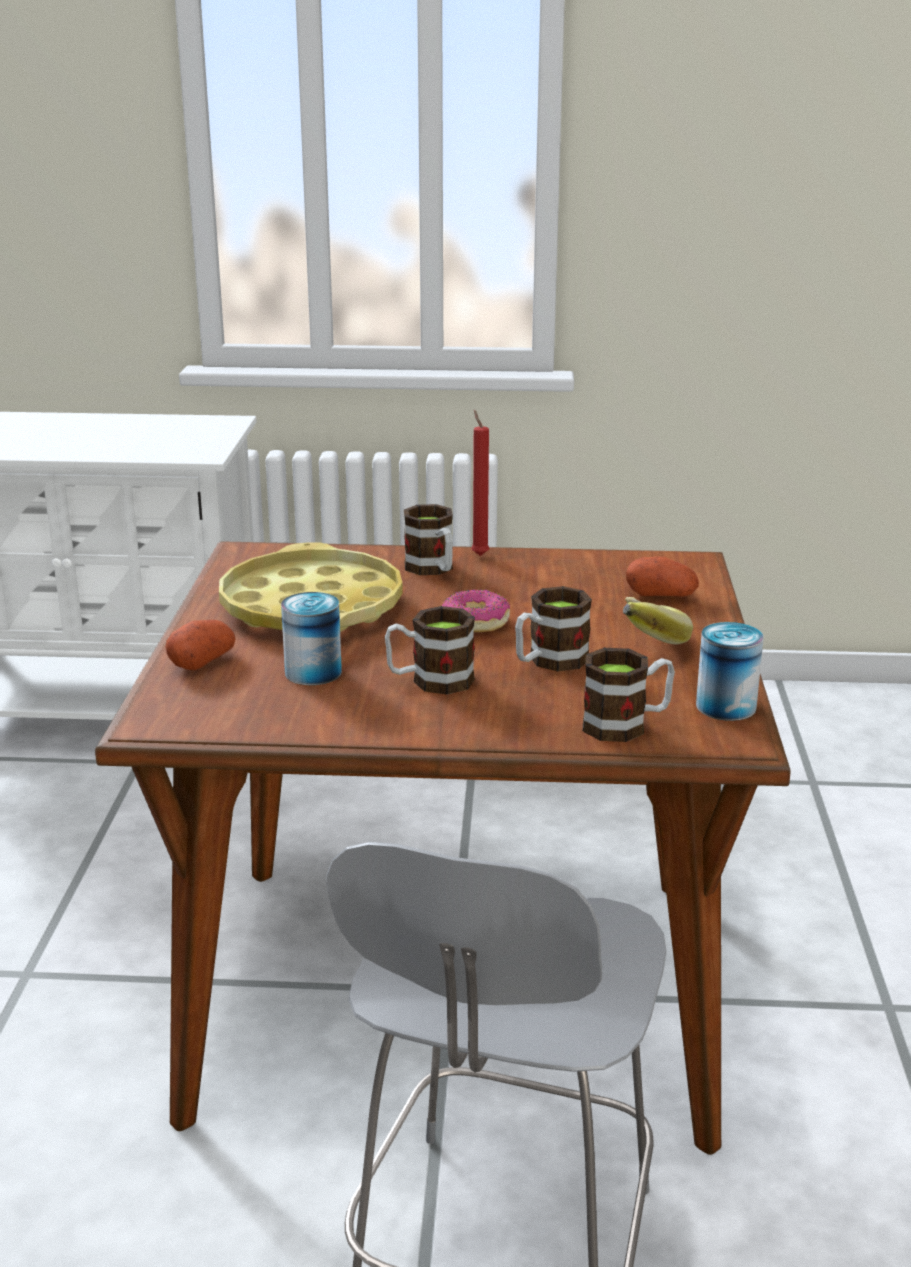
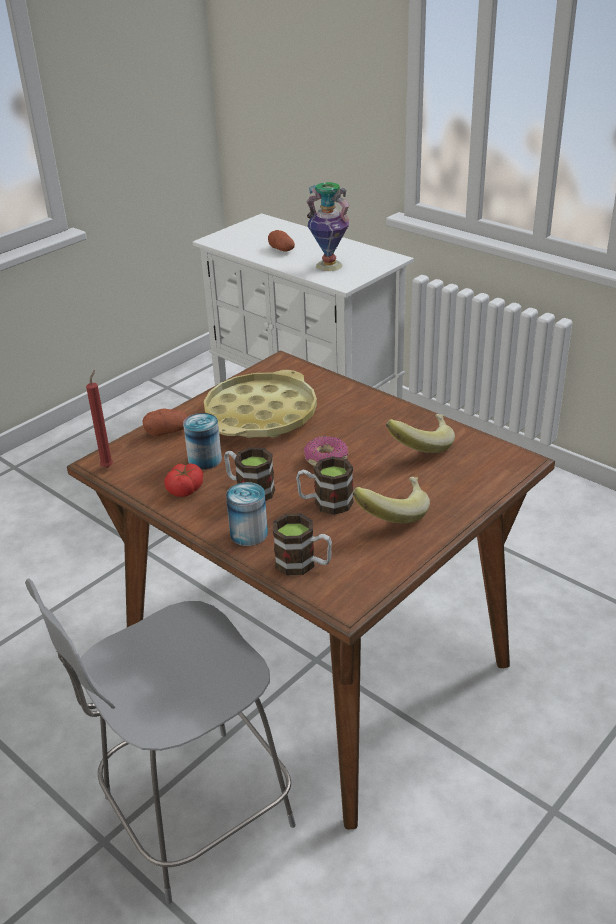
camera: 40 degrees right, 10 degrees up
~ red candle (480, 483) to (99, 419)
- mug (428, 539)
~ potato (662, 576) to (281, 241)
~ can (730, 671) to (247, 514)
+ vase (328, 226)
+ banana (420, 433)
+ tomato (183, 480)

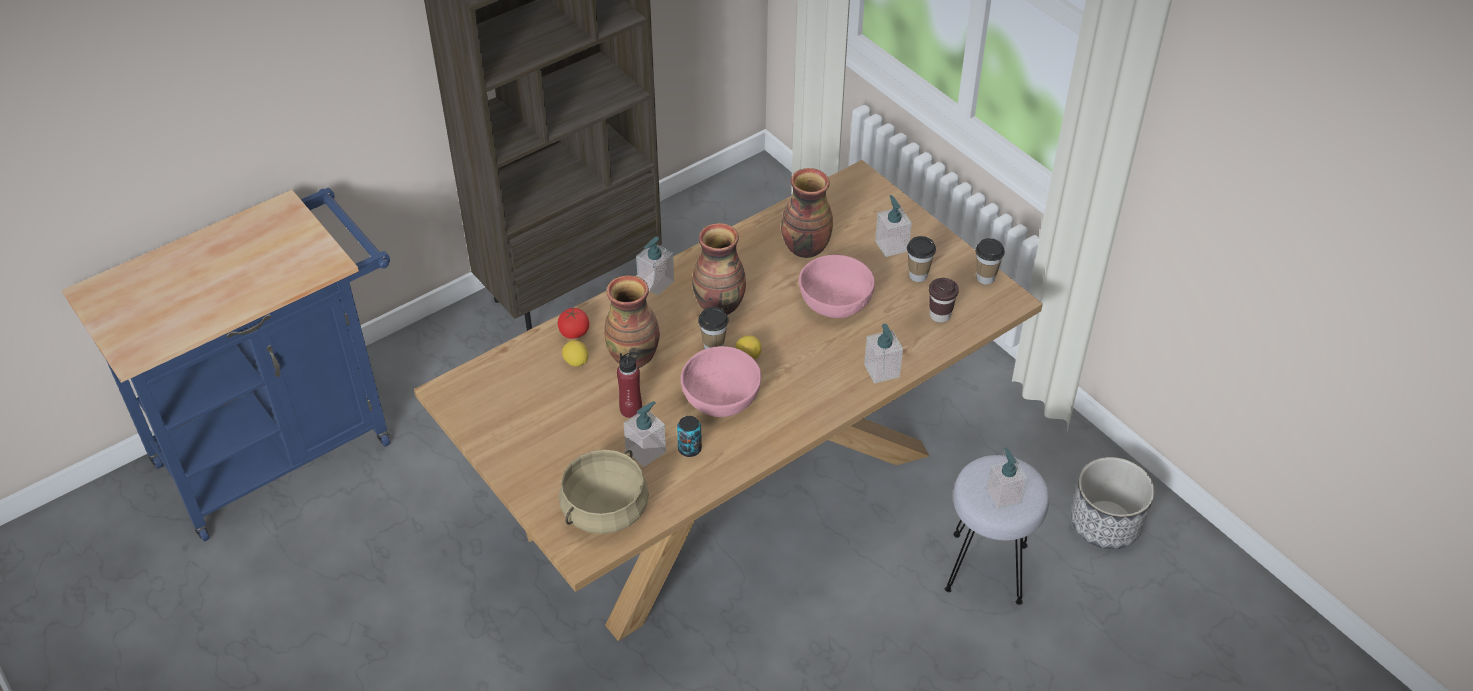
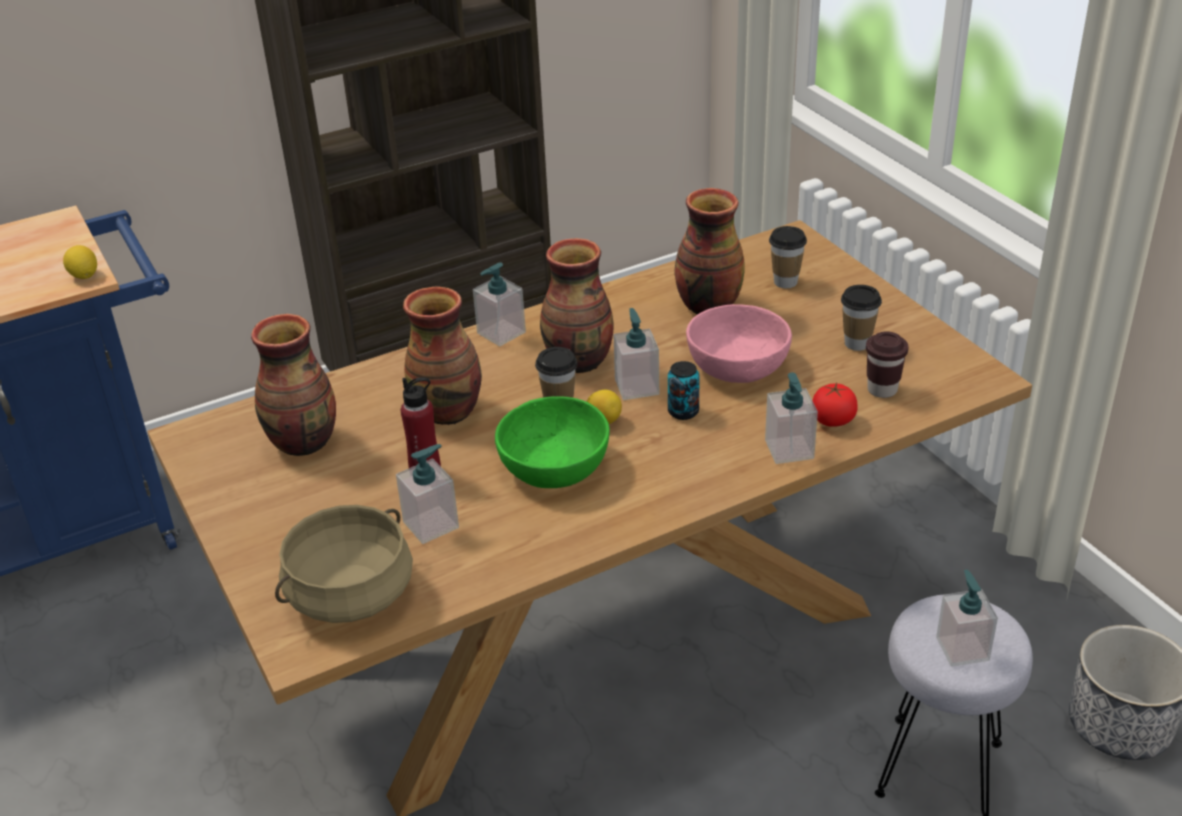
camera: 10 degrees right, 10 degrees down
~ soap dispenser (893, 226) to (636, 354)
~ cup (990, 261) to (788, 257)
~ tomato (573, 323) to (835, 405)
~ lemon (575, 353) to (80, 262)
~ pink bowl (721, 381) to green bowl (552, 442)
~ can (689, 436) to (684, 390)
+ vase (293, 385)

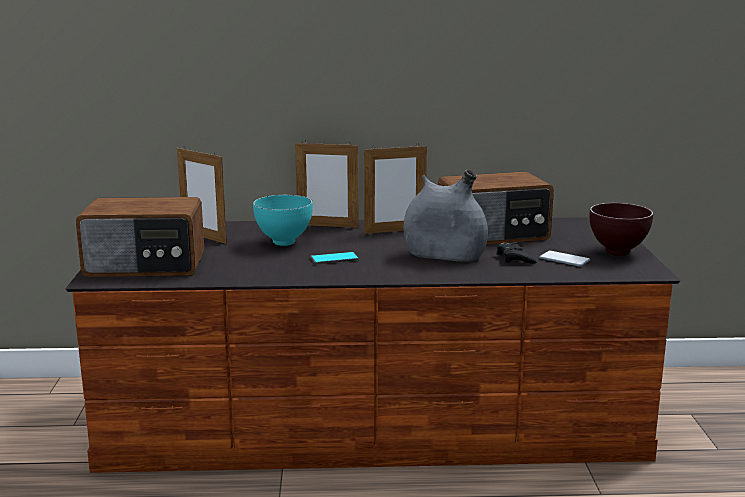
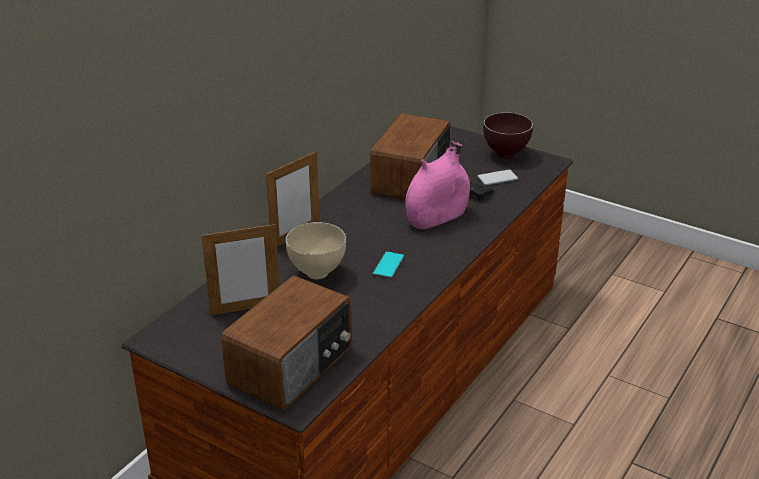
camera: 55 degrees left, 15 degrees up
- picture frame (395, 188)
~ grey vase (445, 216) to pink vase (437, 185)
~ turquoise bowl (283, 220) to beige bowl (316, 250)

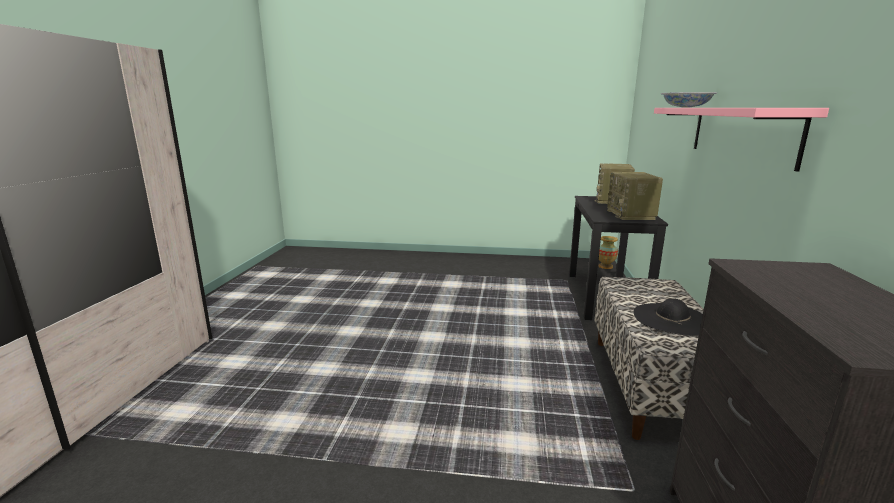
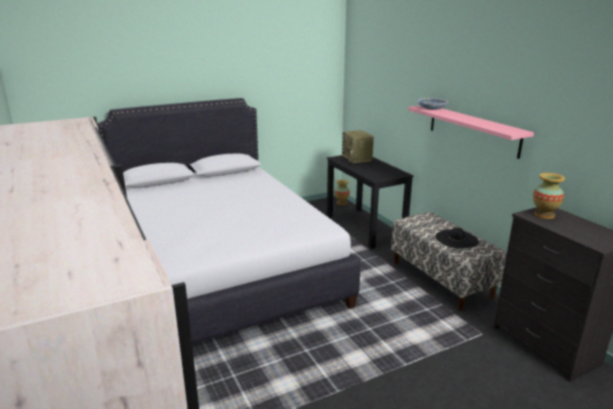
camera: 35 degrees left, 5 degrees up
- radio (635, 196)
+ white bed (228, 221)
+ vase (549, 196)

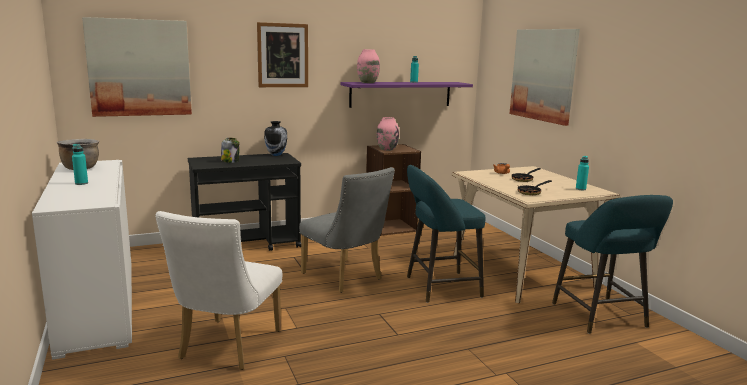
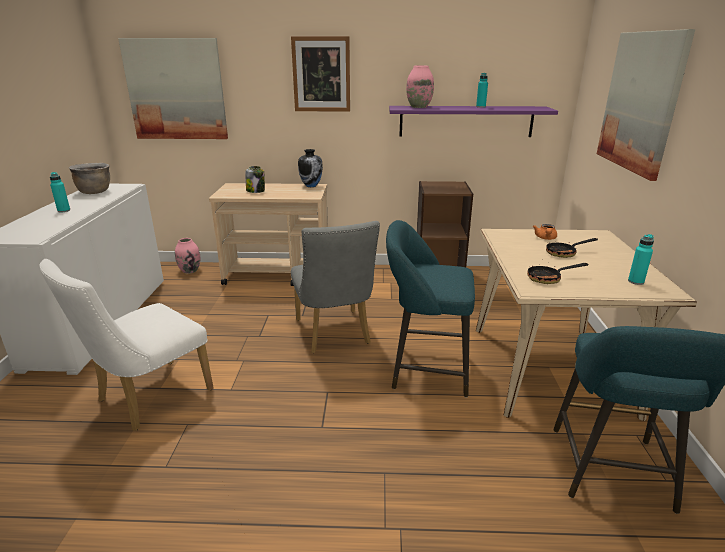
camera: 25 degrees right, 10 degrees up
~ pink vase (388, 134) to (187, 256)
~ black cart (244, 202) to beige cart (268, 234)

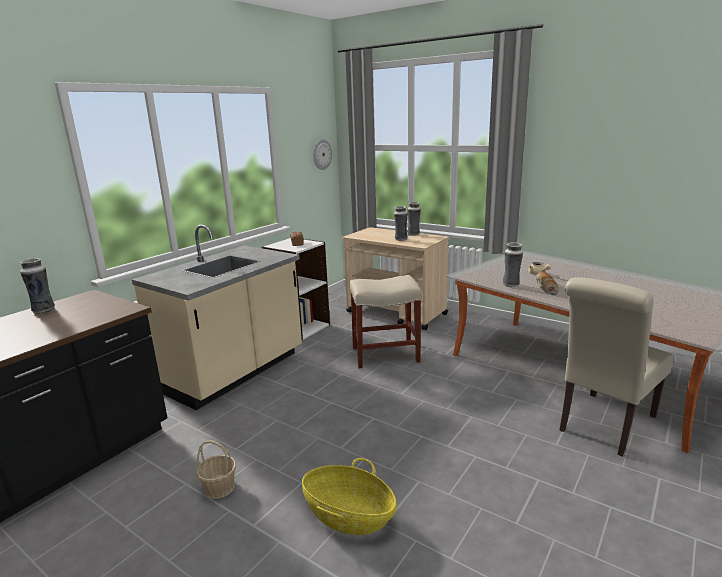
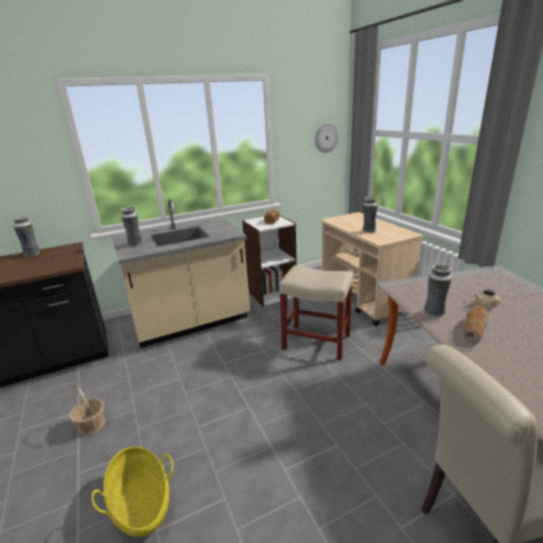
camera: 30 degrees right, 5 degrees up
~ vase (414, 219) to (131, 226)

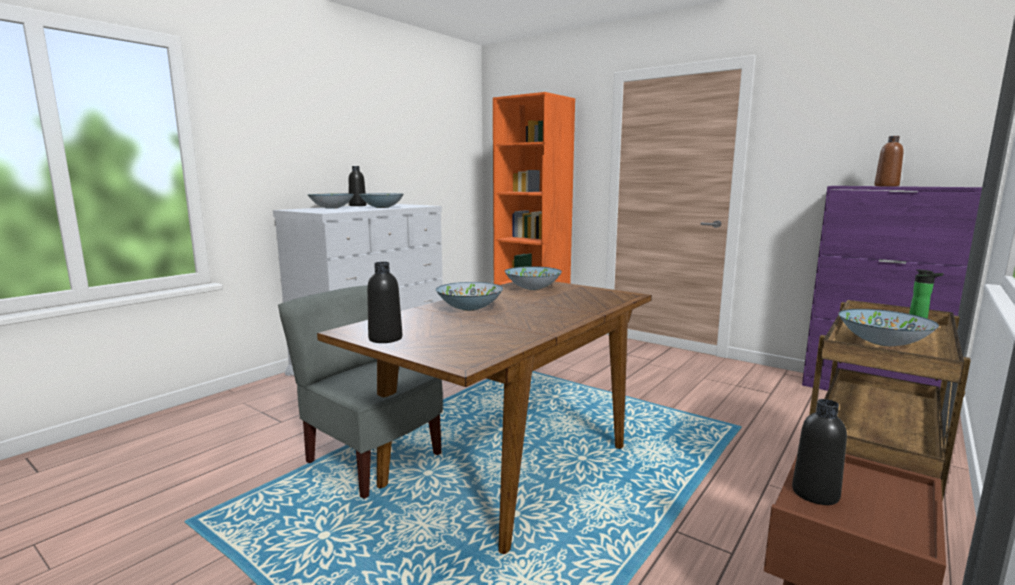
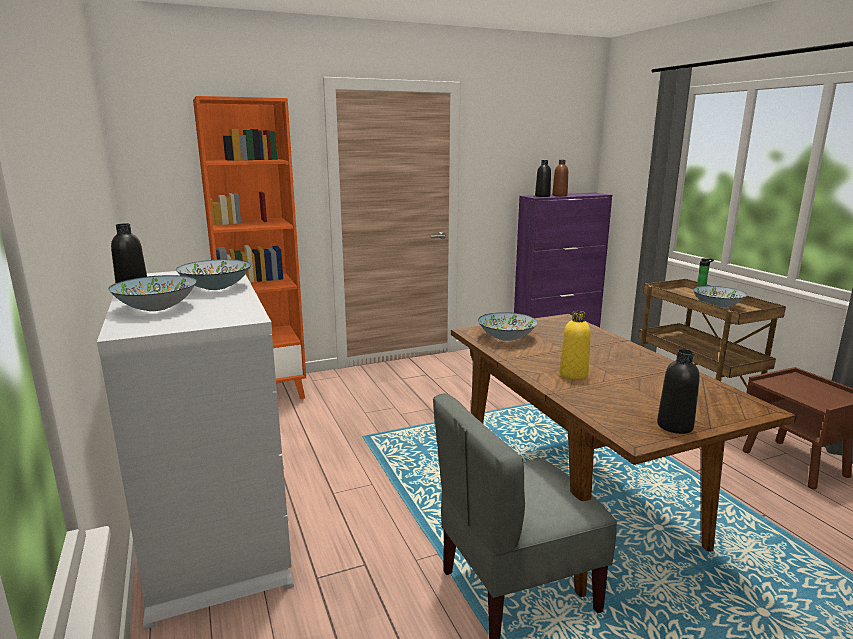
camera: 60 degrees left, 5 degrees up
~ bowl (469, 296) to yellow bottle (575, 345)
~ black bottle (819, 452) to (543, 178)

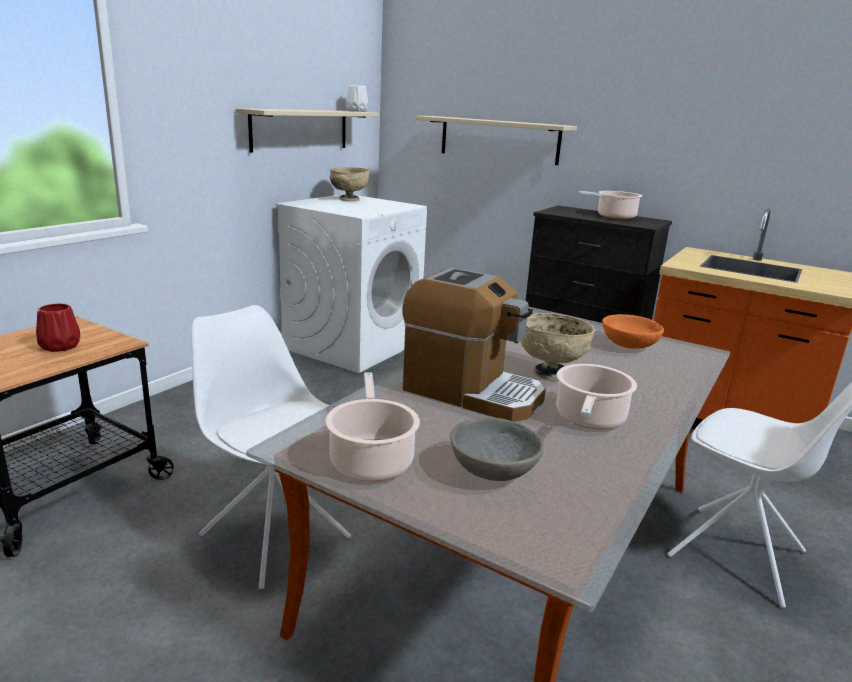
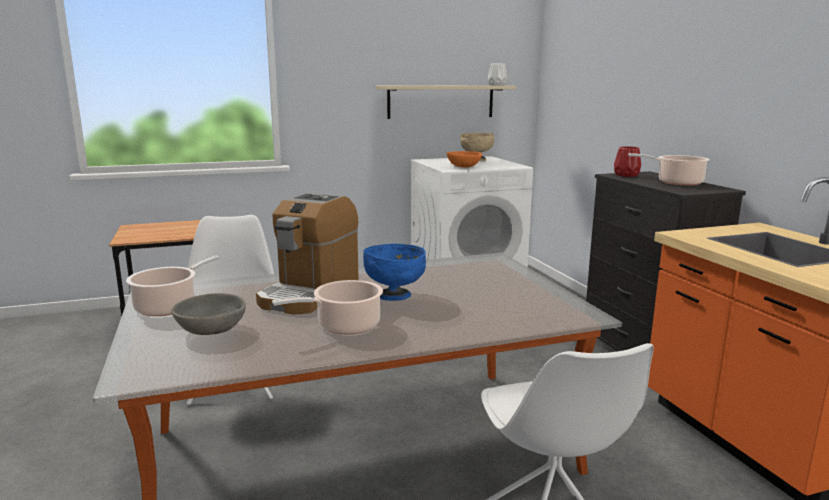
camera: 40 degrees right, 5 degrees down
- beige shelf (496, 140)
~ coffee machine (474, 344) = (307, 254) 45 degrees clockwise
~ red vase (58, 328) to (627, 161)
~ beige bowl (557, 346) to blue bowl (394, 272)
~ orange bowl (633, 331) to (464, 159)

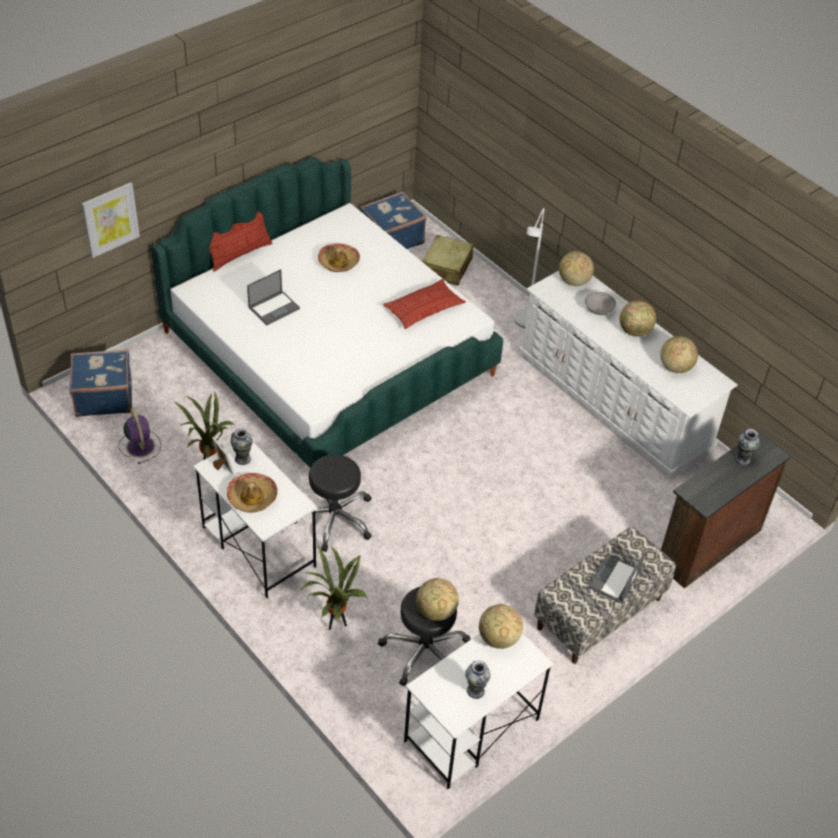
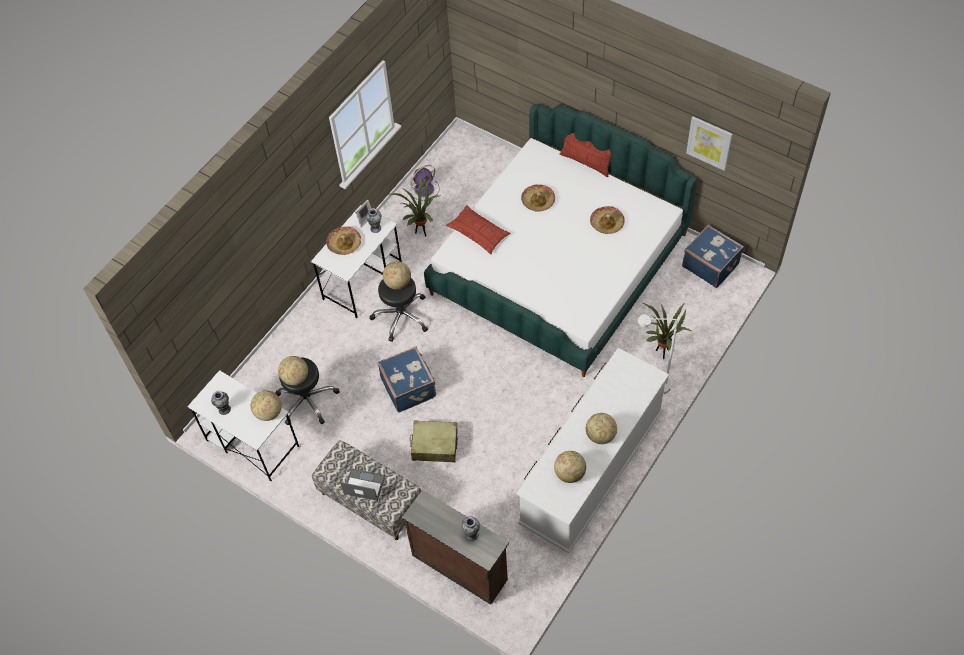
camera: 80 degrees right, 10 degrees up
~ picture (111, 220) to (709, 144)
~ beige suitcase (448, 260) to (434, 441)
~ globe (576, 268) to (397, 275)
~ laptop (273, 297) to hat (538, 198)
~ pillow (424, 304) to (478, 229)
- grey bowl (600, 303)
~ blue suitcase (101, 383) to (407, 380)
~ potted plant (334, 587) to (667, 331)

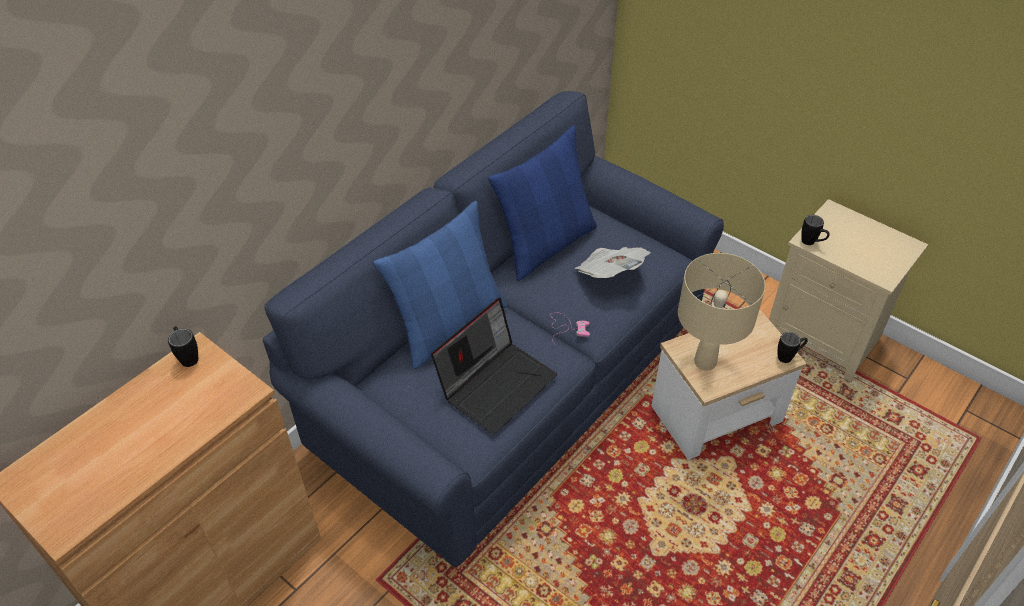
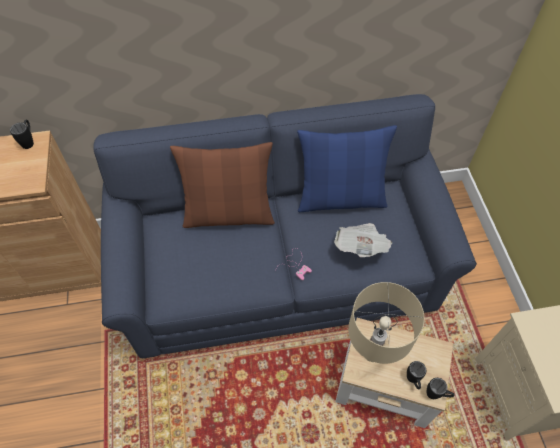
camera: 40 degrees right, 10 degrees up
~ blue pillow (440, 285) to brown pillow (222, 185)
~ black mug (815, 230) to (416, 375)
- laptop (494, 366)

